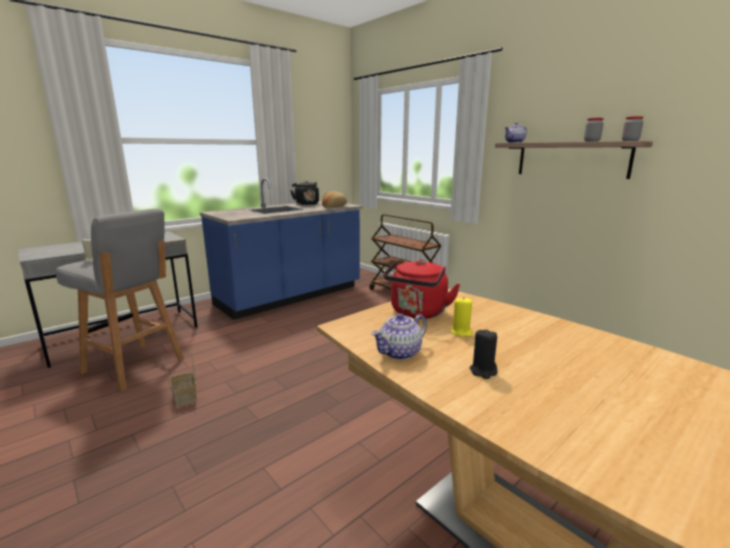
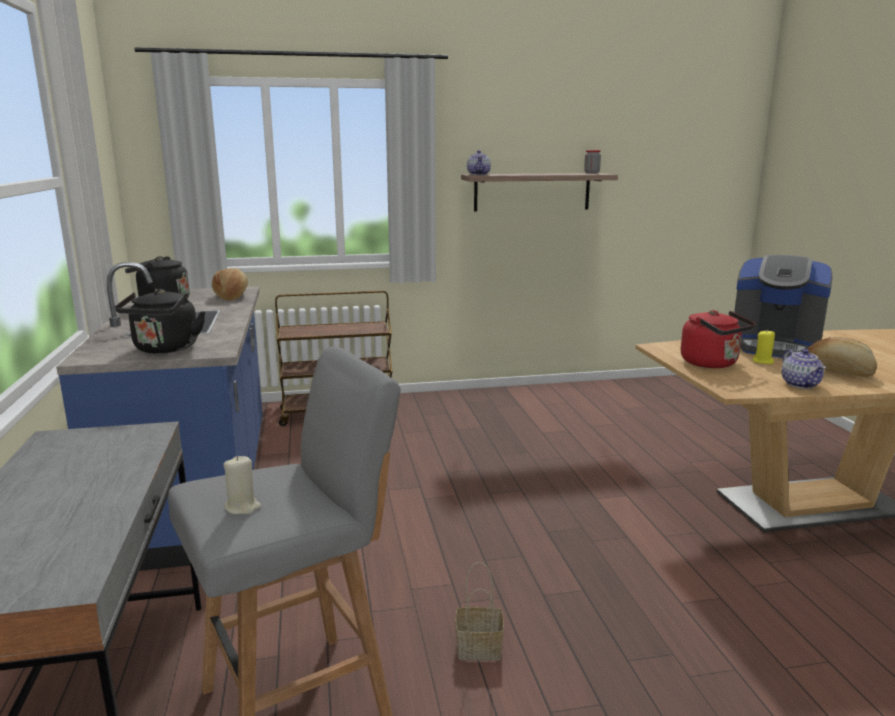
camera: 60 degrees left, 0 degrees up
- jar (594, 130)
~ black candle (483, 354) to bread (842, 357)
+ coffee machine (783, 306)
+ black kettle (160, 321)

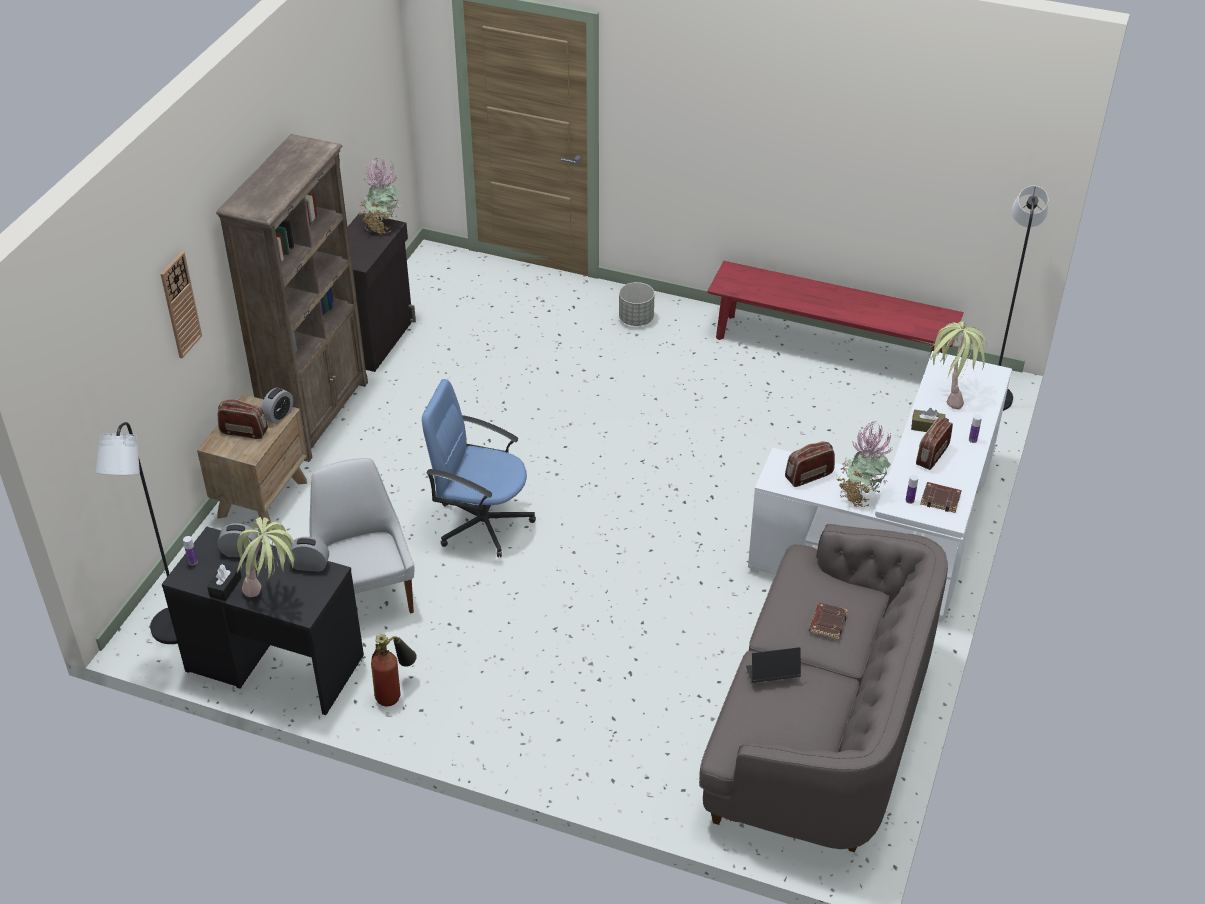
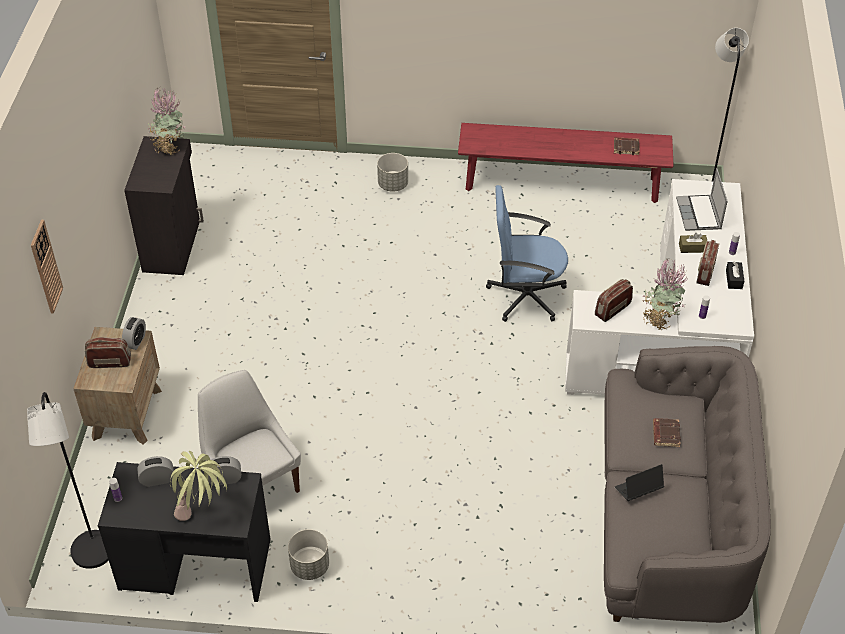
camera: 15 degrees left, 5 degrees up
- brown bookcase (292, 298)
~ potted plant (957, 366) to laptop (702, 199)
~ blue office chair (479, 468) to (527, 253)
~ brown book (941, 497) to (627, 146)
~ black tissue box (224, 582) to (735, 275)
~ fire extinguisher (394, 670) to grey planter (308, 554)

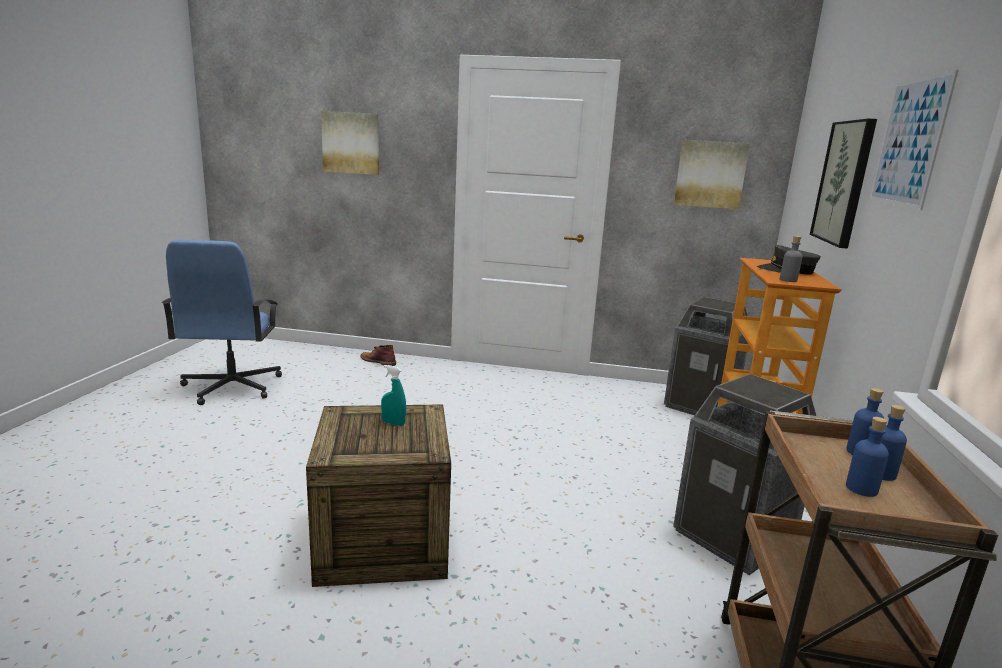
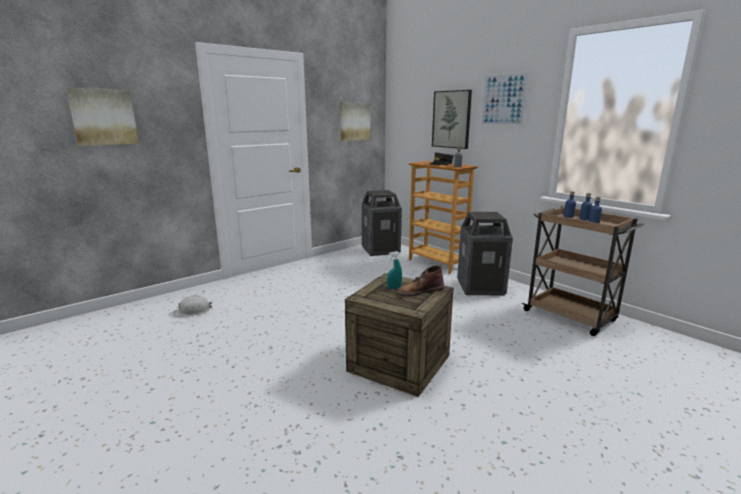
camera: 50 degrees left, 0 degrees up
- blue office chair (222, 322)
~ brown boot (378, 355) to (420, 281)
+ white hard hat (192, 306)

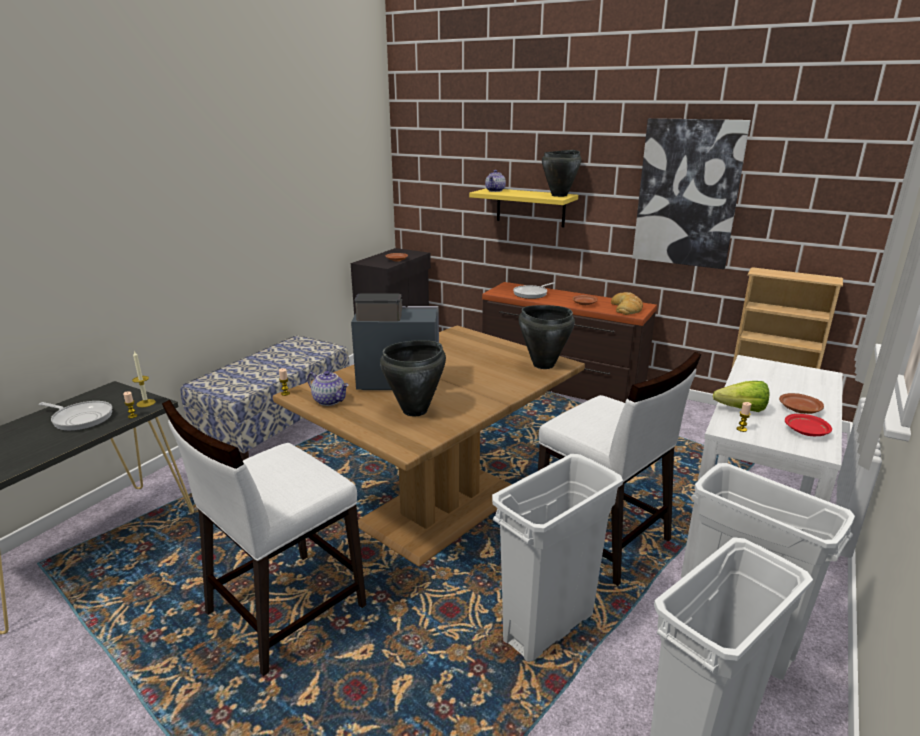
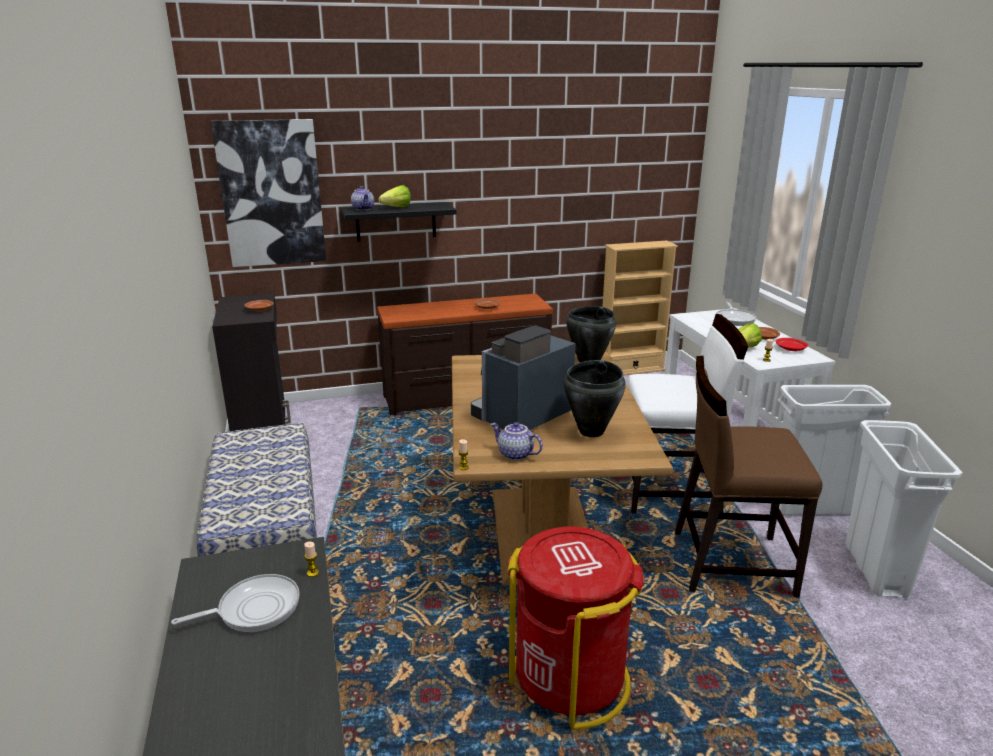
camera: 45 degrees left, 0 degrees up
~ picture (691, 193) to (268, 193)
- black cooking pot (562, 173)
~ yellow shelf (523, 207) to black shelf (398, 222)
~ frying pan (534, 290) to (736, 314)
- bread (627, 303)
- candle (144, 379)
~ teapot (328, 388) = (517, 441) 135 degrees counterclockwise
~ white chair (264, 538) to red trash can (576, 628)
~ white trash can (557, 558) to brown chair (748, 477)
+ lettuce (394, 196)

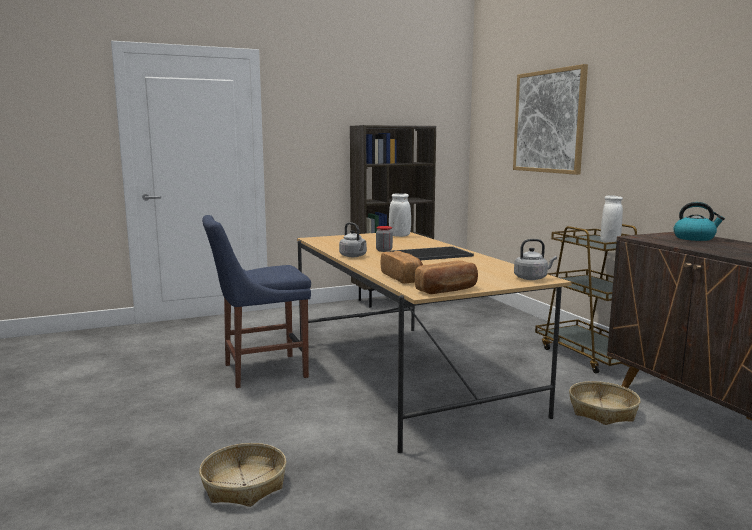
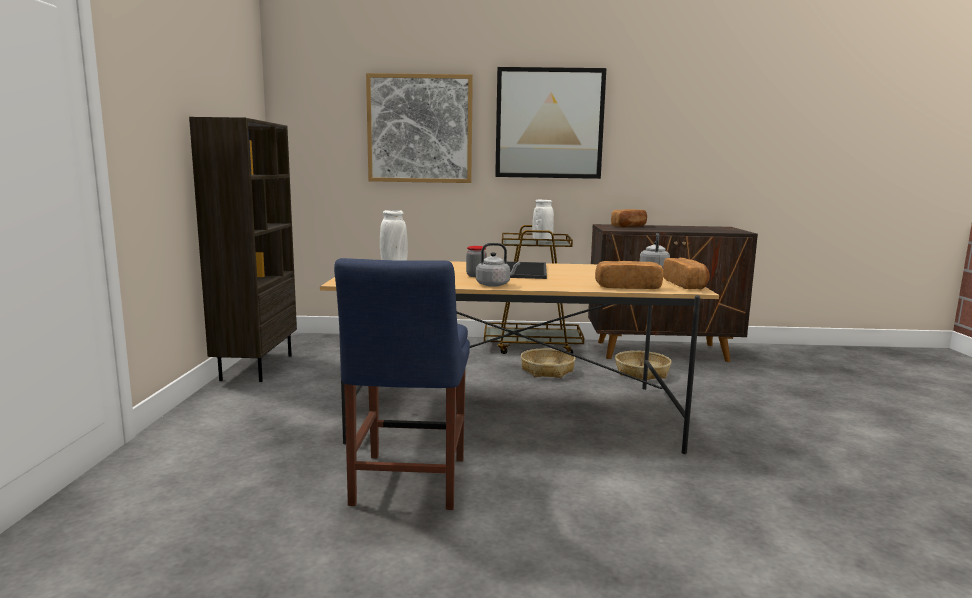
camera: 65 degrees left, 0 degrees up
~ kettle (699, 221) to bread (629, 218)
~ basket (242, 475) to (548, 363)
+ picture (550, 123)

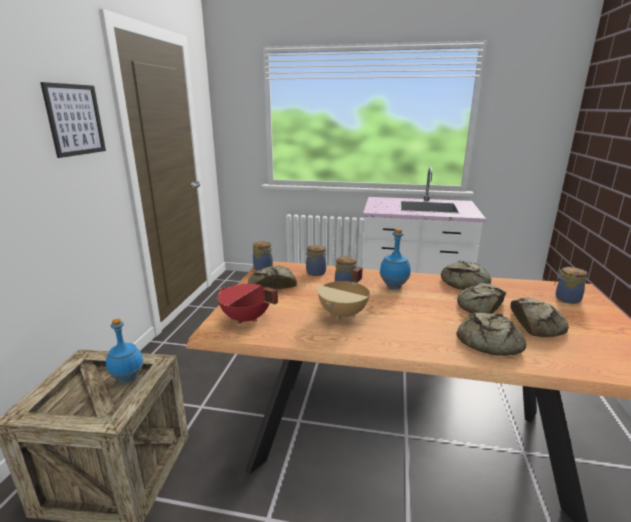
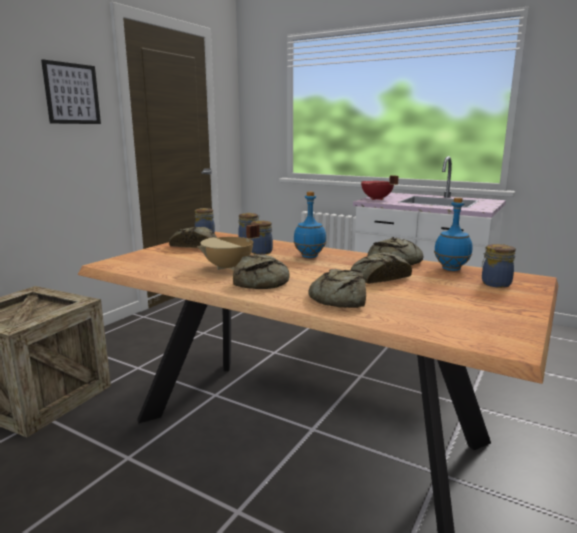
camera: 20 degrees right, 5 degrees down
~ red cooking pot (247, 304) to (380, 187)
~ bread (539, 317) to (261, 272)
~ blue bottle (125, 351) to (453, 234)

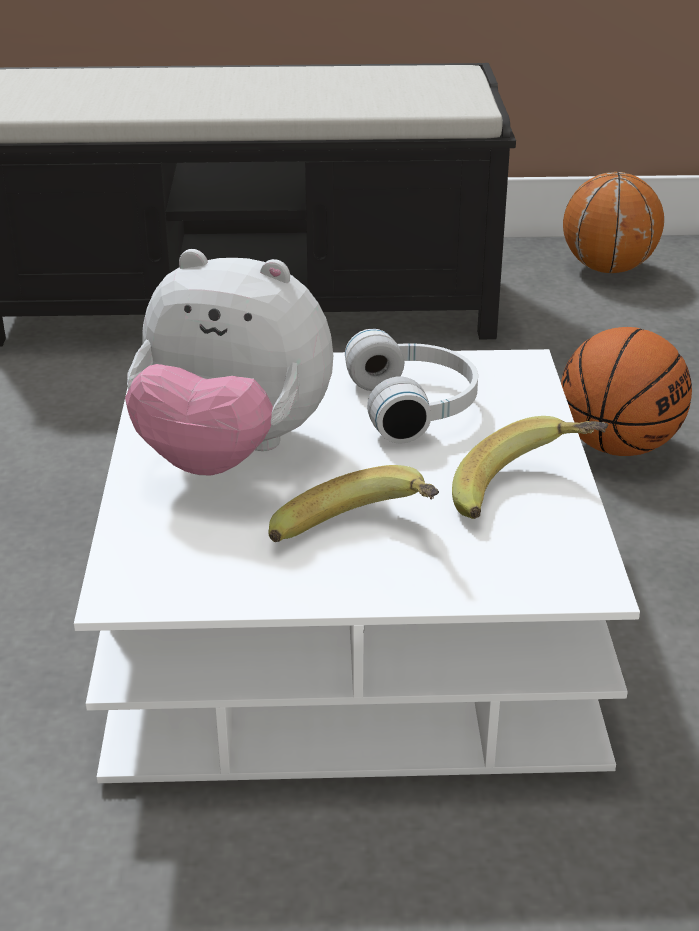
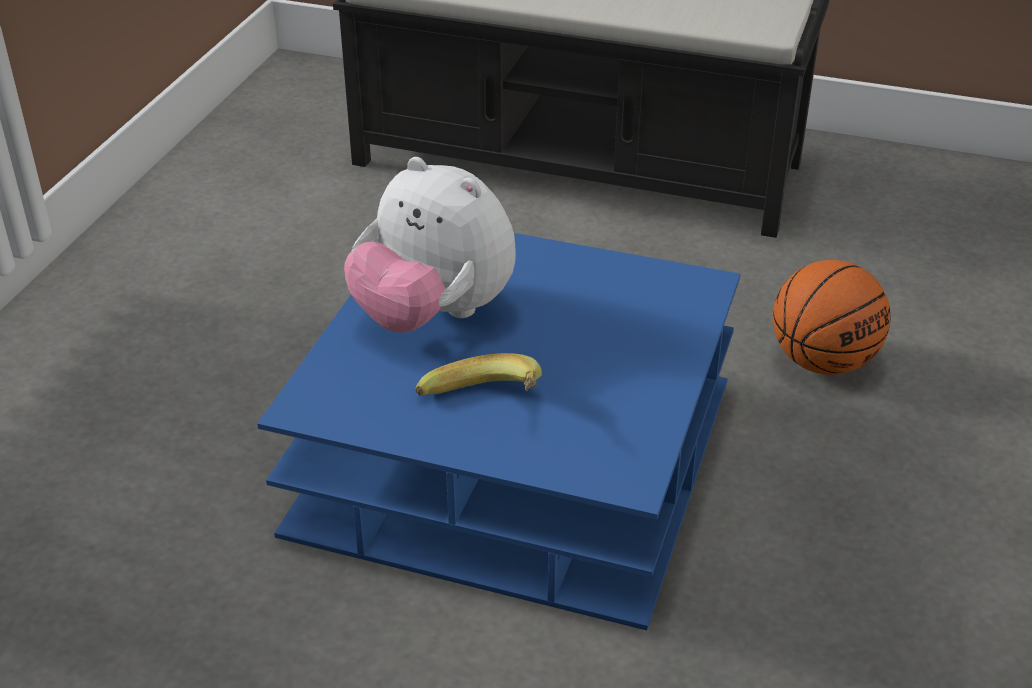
camera: 20 degrees right, 5 degrees up
- basketball (613, 222)
- white headphones (411, 386)
~ white coffee table (357, 566) to blue coffee table (498, 431)
- banana (530, 467)

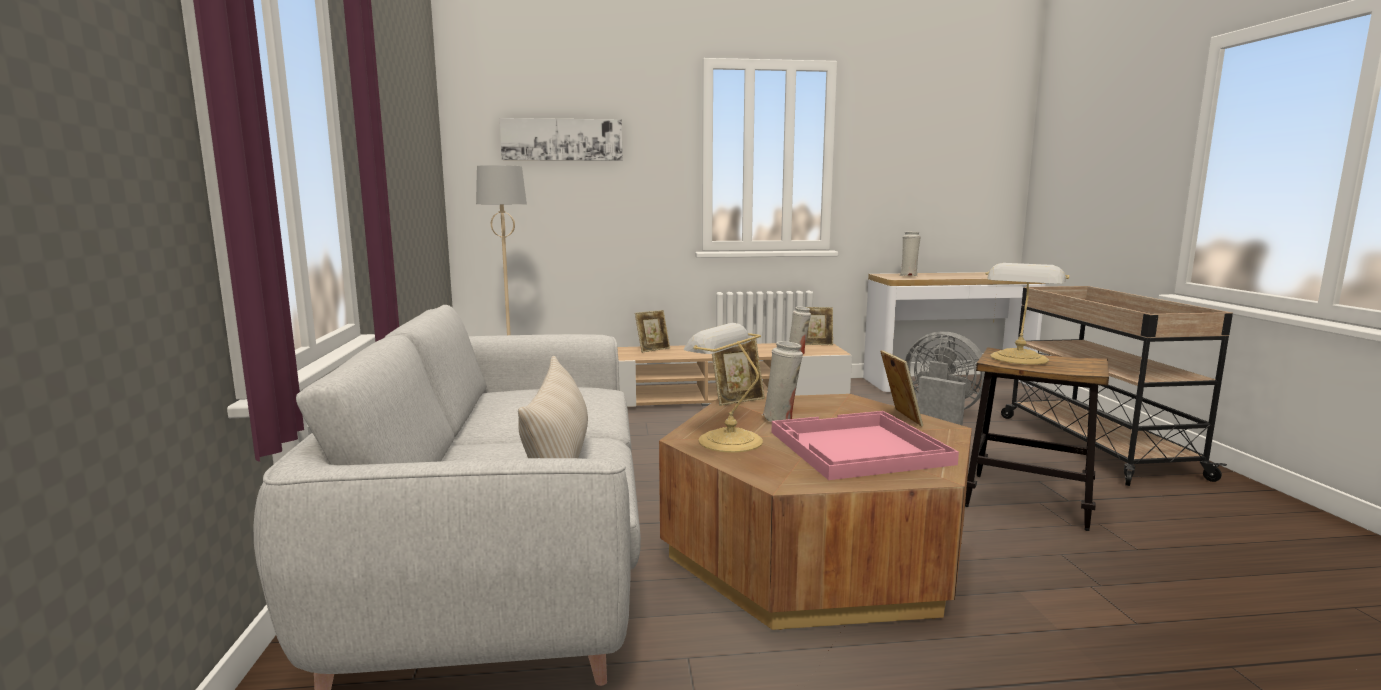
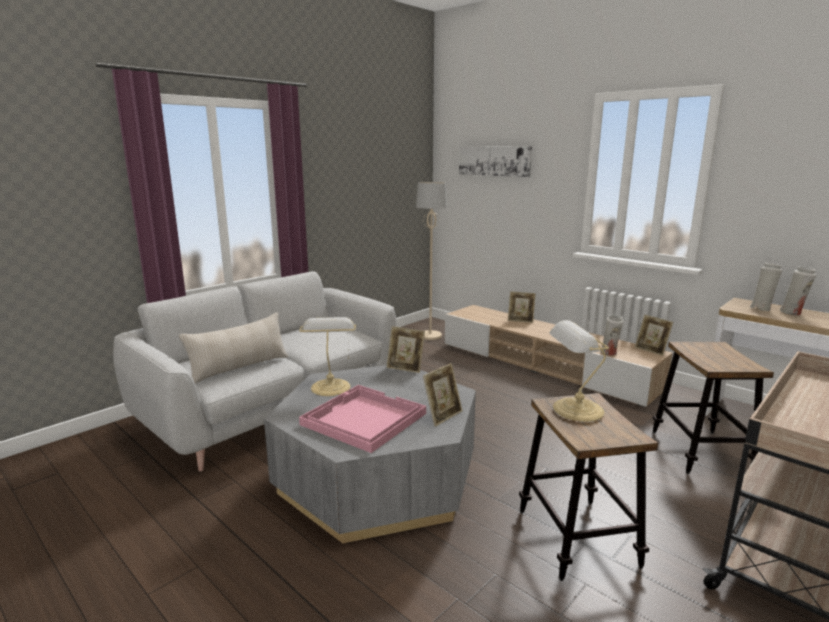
camera: 50 degrees right, 5 degrees up
~ grey fan (945, 379) to stool (713, 408)
~ white vase (782, 381) to (798, 290)
~ brown coffee table (815, 512) to grey coffee table (370, 454)

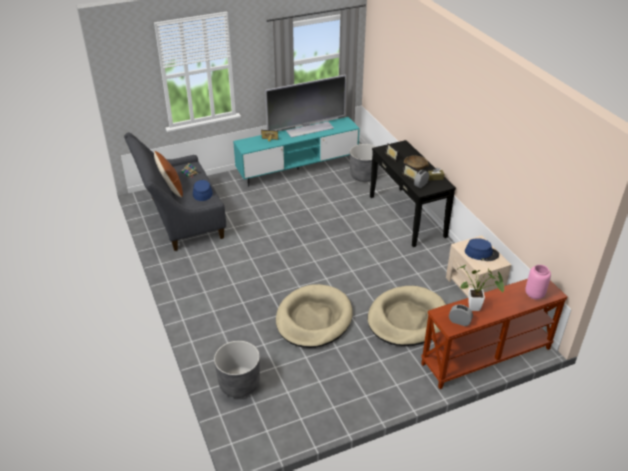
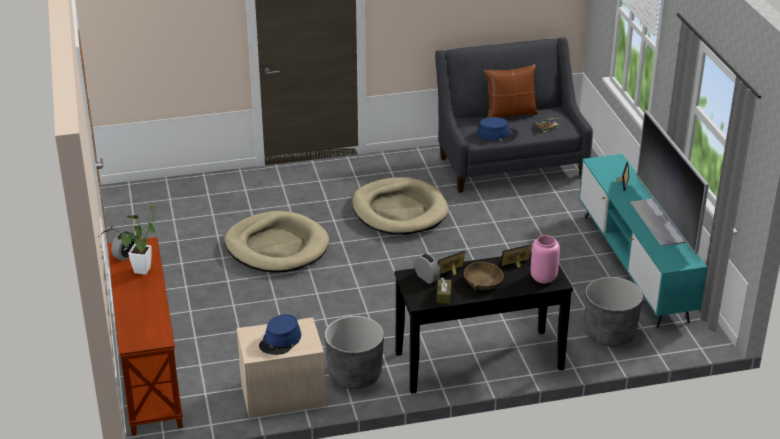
camera: 100 degrees right, 5 degrees down
~ pink vase (538, 282) to (545, 259)
~ beige dog bed (407, 316) to (400, 206)
~ grey planter (237, 369) to (354, 352)

